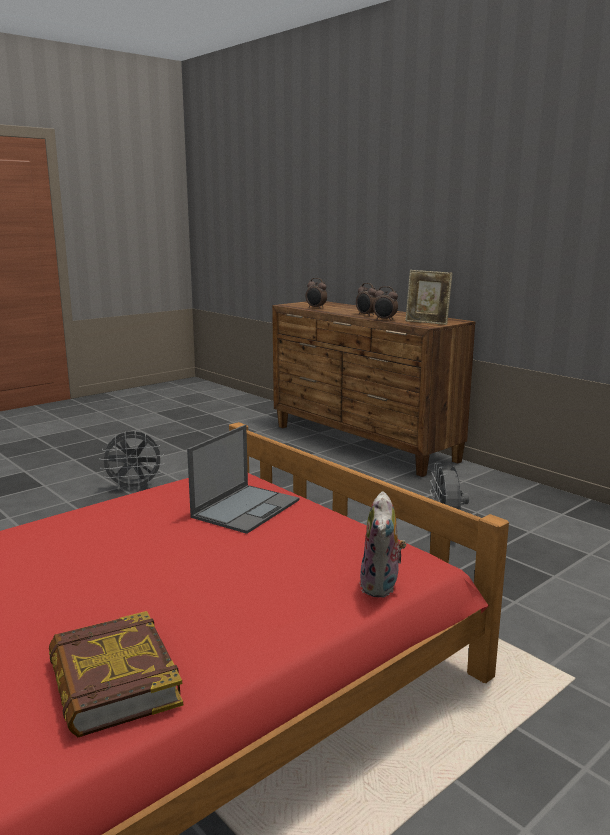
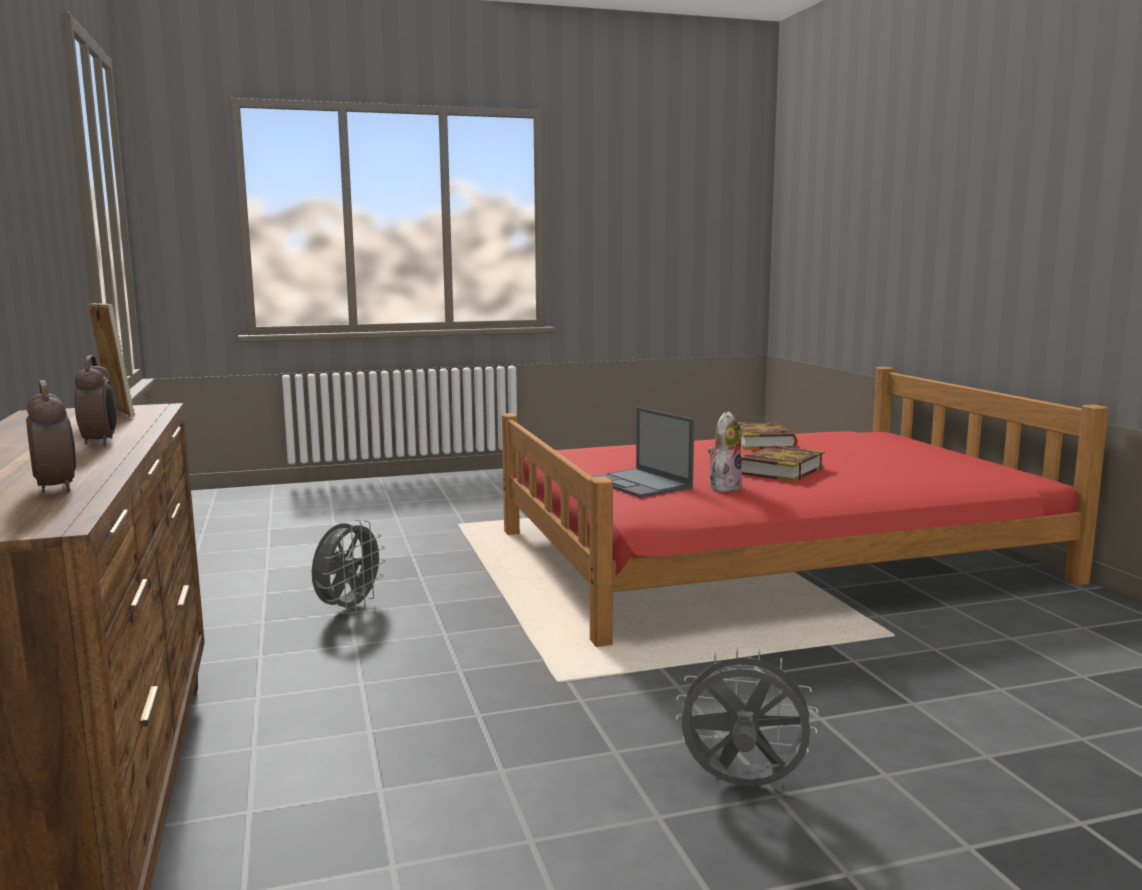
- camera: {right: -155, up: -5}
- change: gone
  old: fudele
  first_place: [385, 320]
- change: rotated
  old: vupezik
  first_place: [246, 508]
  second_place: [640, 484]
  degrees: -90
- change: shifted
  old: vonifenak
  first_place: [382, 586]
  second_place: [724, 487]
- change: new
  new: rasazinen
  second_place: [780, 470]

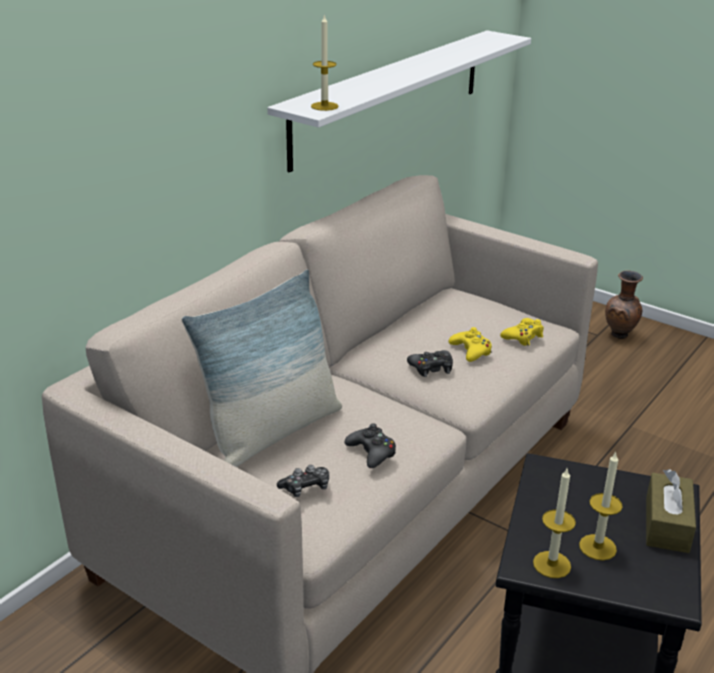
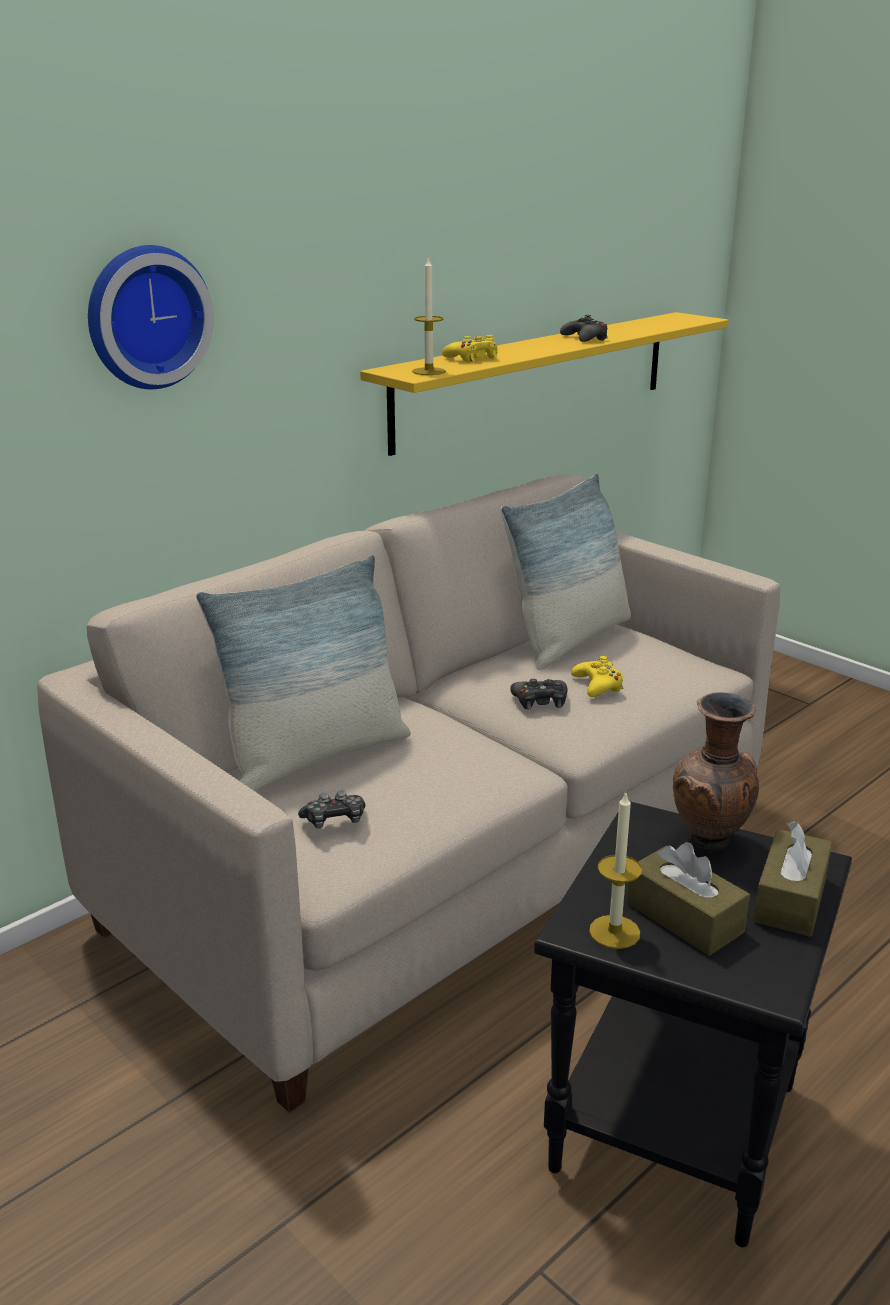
- camera: {right: 10, up: -5}
- change: repainted
  old: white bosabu
  new: yellow bosabu
  first_place: [390, 96]
  second_place: [536, 378]
- change: shifted
  old: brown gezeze
  first_place: [619, 336]
  second_place: [709, 843]
- change: shifted
  old: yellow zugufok
  first_place: [523, 337]
  second_place: [472, 358]
- change: shifted
  old: black zugufok
  first_place: [372, 452]
  second_place: [585, 339]
- change: swapped
  old: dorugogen
  new: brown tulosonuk
  first_place: [597, 547]
  second_place: [684, 917]
- change: new
  new: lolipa
  second_place: [145, 317]
- change: new
  new: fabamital
  second_place: [569, 639]

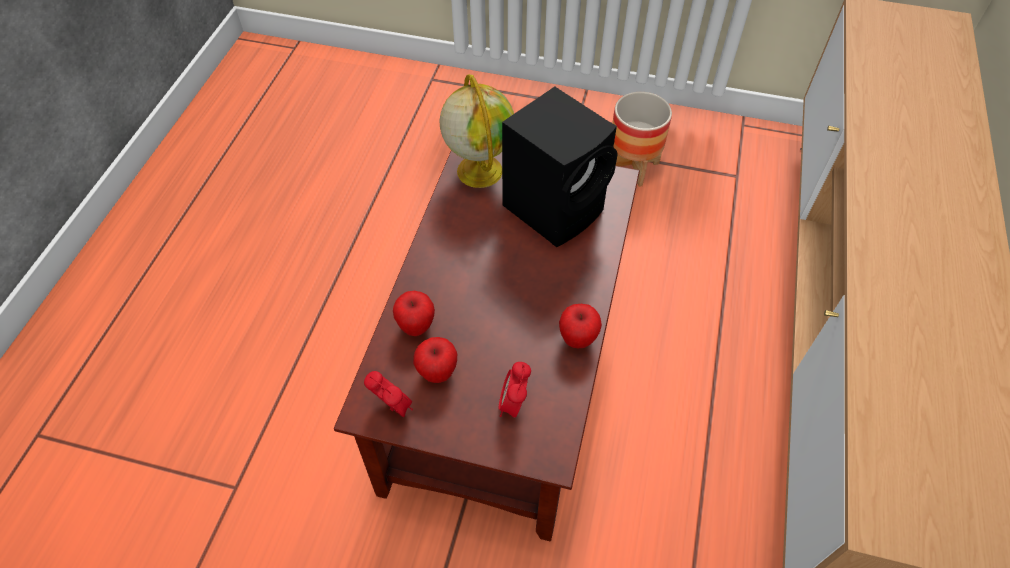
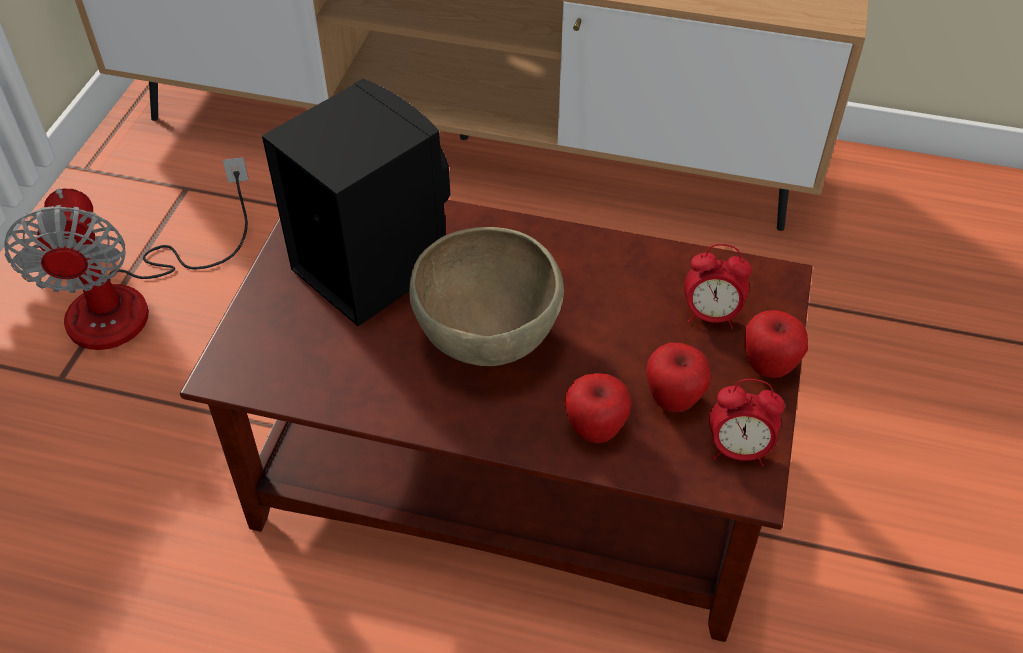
- camera: {right: -90, up: -5}
- change: gone
  old: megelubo
  first_place: [478, 170]
- change: swapped
  old: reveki
  new: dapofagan
  first_place: [632, 166]
  second_place: [134, 300]
- change: shifted
  old: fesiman
  first_place: [577, 339]
  second_place: [768, 366]
- change: rotated
  old: fudele
  first_place: [393, 408]
  second_place: [738, 450]
  degrees: -120
- change: new
  new: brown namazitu
  second_place: [486, 339]

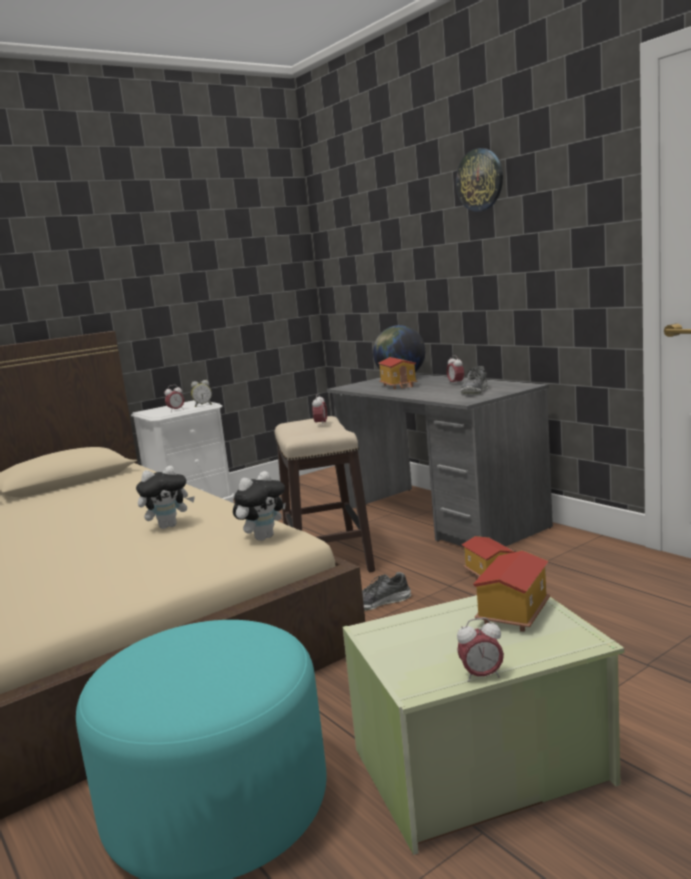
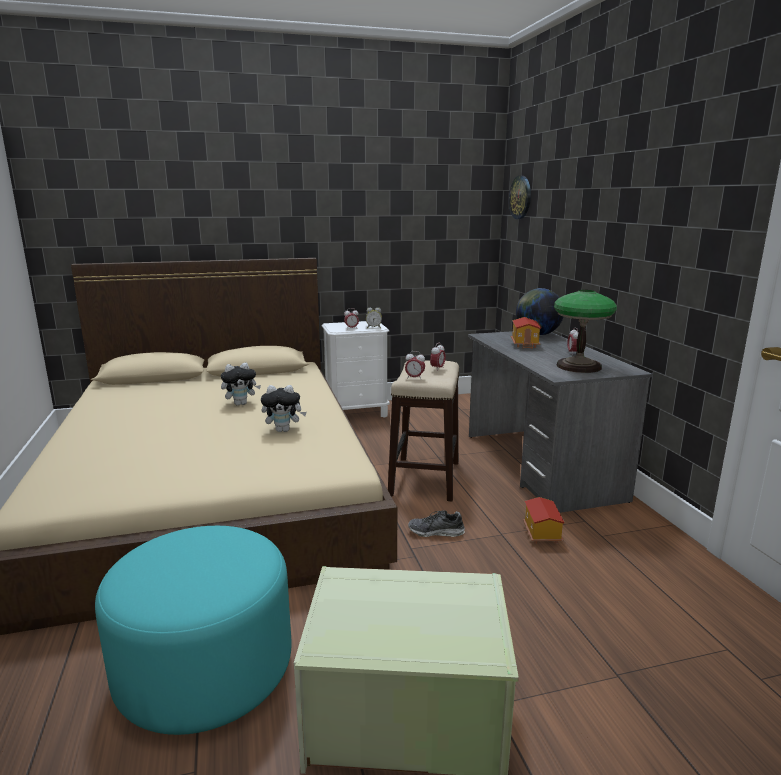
- camera: {right: 20, up: 5}
- change: shifted
  old: lolipa
  first_place: [480, 180]
  second_place: [520, 197]
- change: swapped
  old: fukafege
  new: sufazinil
  first_place: [475, 391]
  second_place: [579, 366]
- change: shifted
  old: vonifenak
  first_place: [263, 537]
  second_place: [241, 404]
- change: gone
  old: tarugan
  first_place: [512, 614]
- change: shifted
  old: fudele
  first_place: [481, 676]
  second_place: [414, 378]

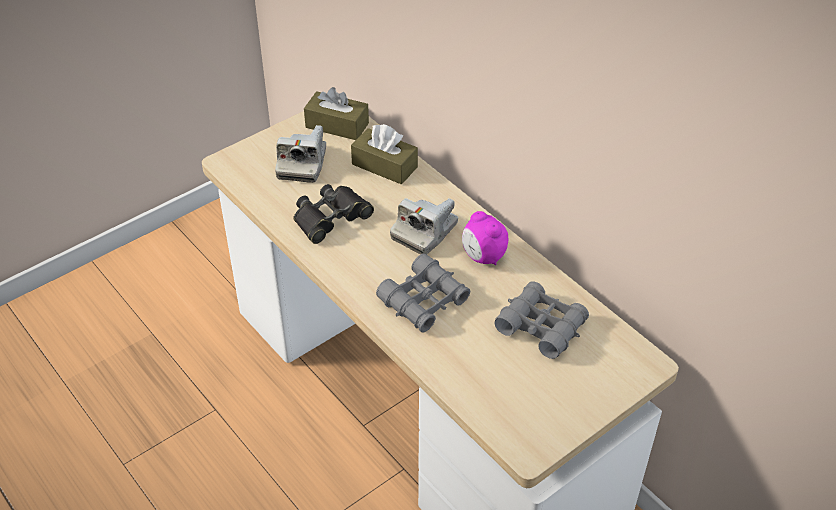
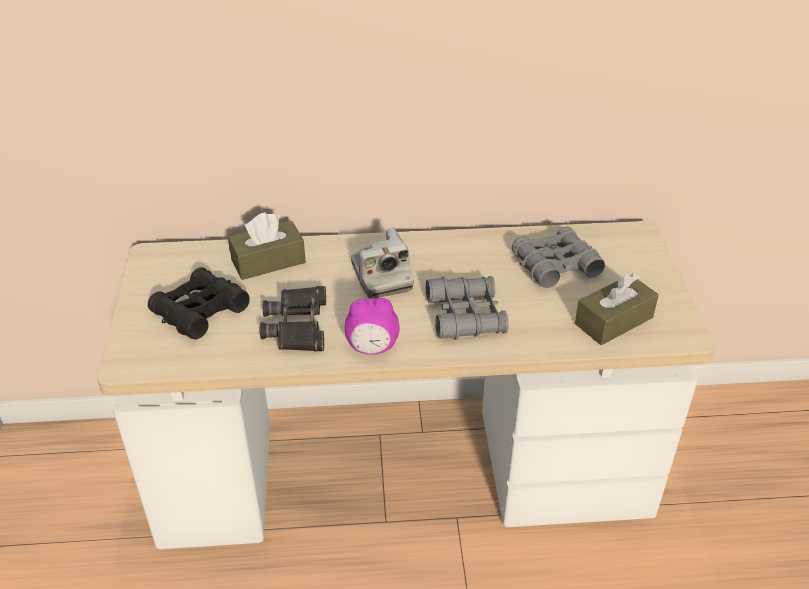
- camera: {right: -55, up: -5}
- change: shifted
  old: brown tulosonuk
  first_place: [337, 125]
  second_place: [613, 321]
- change: swapped
  old: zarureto
  new: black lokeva
  first_place: [302, 164]
  second_place: [200, 311]
- change: shifted
  old: fudele
  first_place: [483, 257]
  second_place: [372, 348]

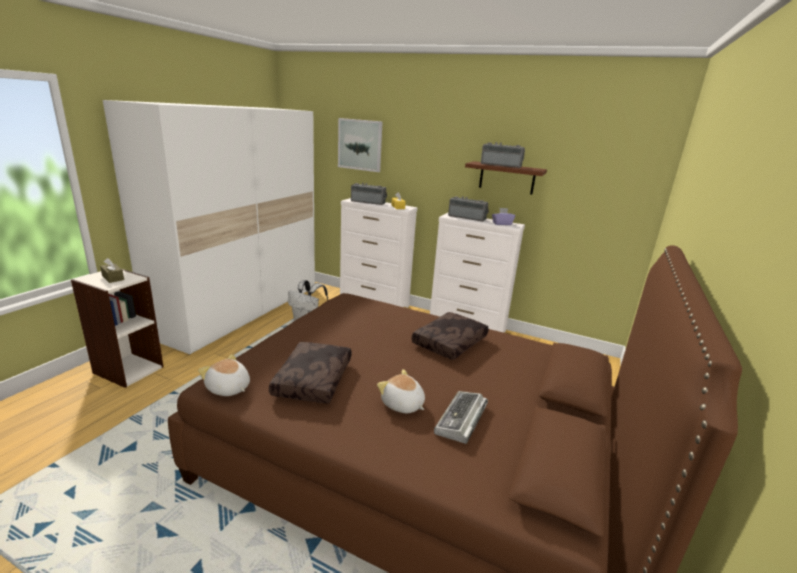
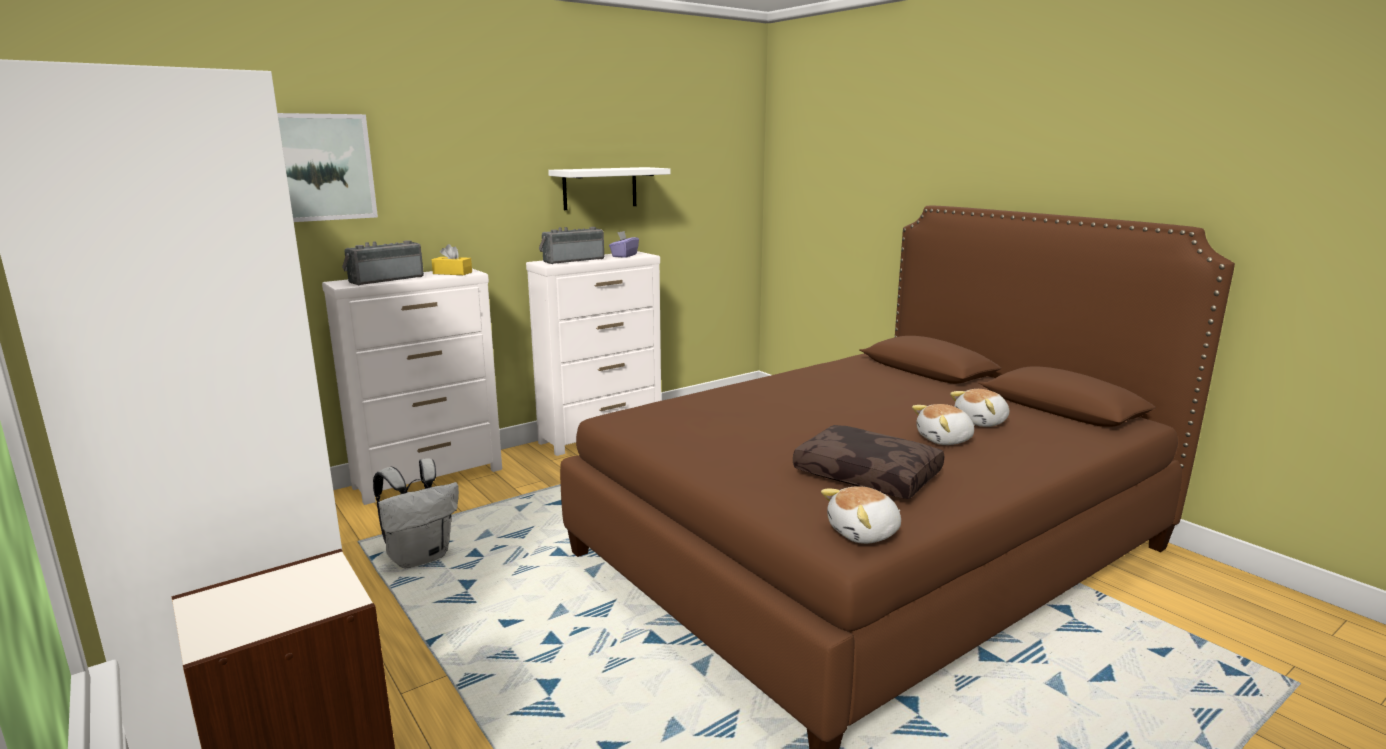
- camera: {right: -60, up: -5}
- change: gone
  old: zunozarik
  first_place: [501, 165]
- change: repainted
  old: brown bosabu
  new: white bosabu
  first_place: [507, 178]
  second_place: [600, 188]
- change: gone
  old: brown tulosonuk
  first_place: [113, 277]
- change: gone
  old: brown fabamital
  first_place: [450, 343]
- change: swapped
  old: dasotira
  new: vonifenak
  first_place: [461, 420]
  second_place: [982, 422]

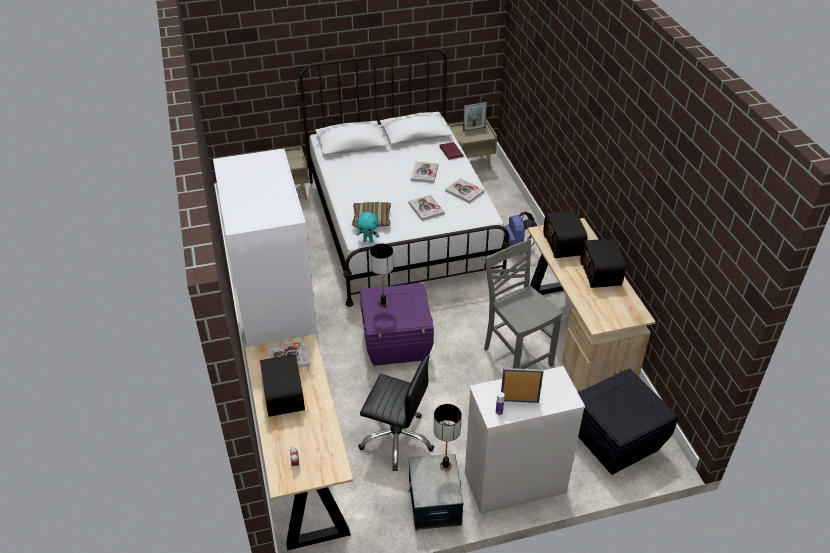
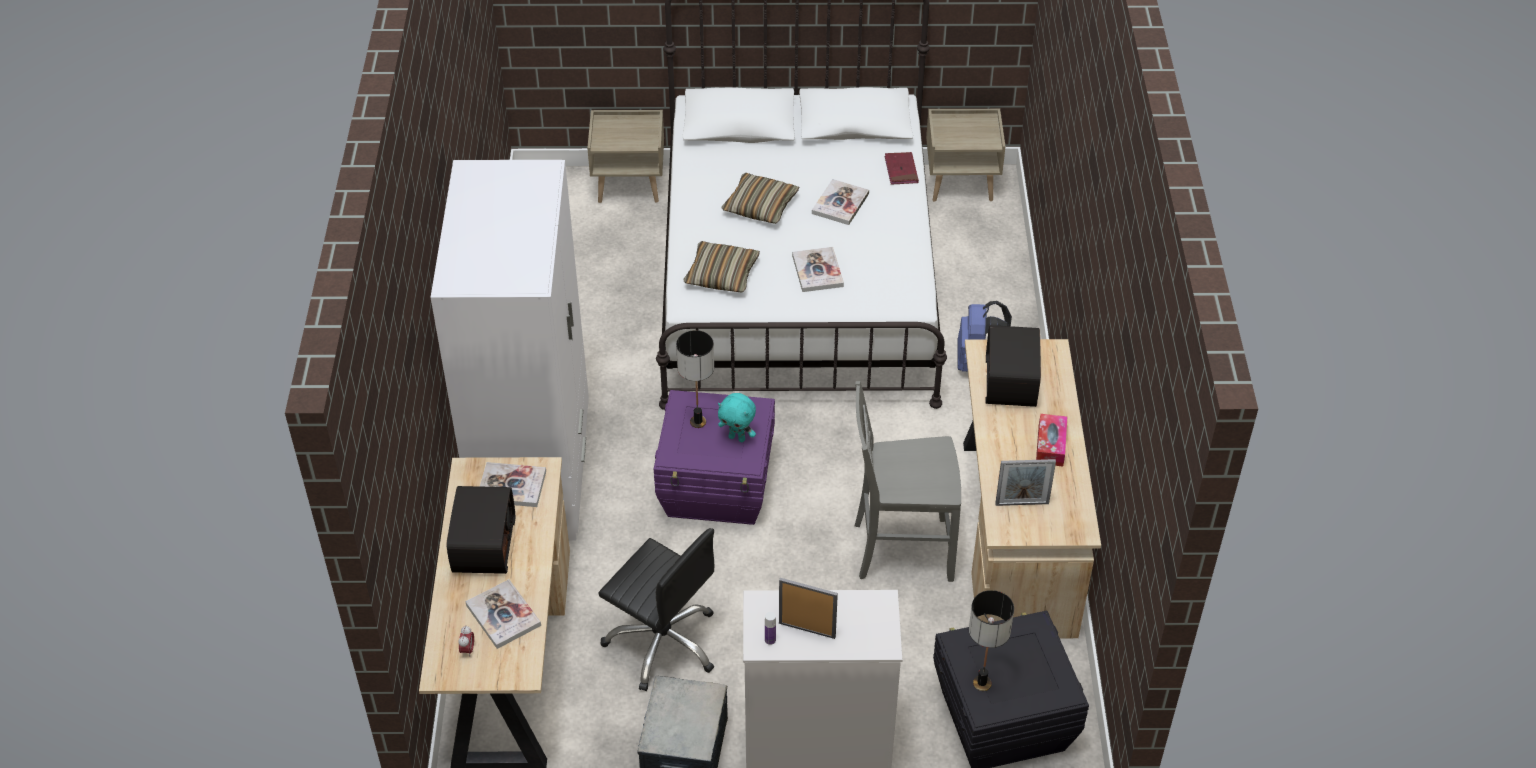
- camera: {right: 15, up: 5}
- change: shifted
  old: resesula
  first_place: [474, 129]
  second_place: [1022, 503]
- change: shifted
  old: rasazinen
  first_place: [464, 191]
  second_place: [503, 615]
- change: shifted
  old: turquoise vonifenak
  first_place: [368, 241]
  second_place: [737, 438]
- change: rotated
  old: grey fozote
  first_place: [516, 357]
  second_place: [900, 549]
  degrees: -75
- change: swapped
  old: zunozarik
  new: tulosonuk
  first_place: [601, 273]
  second_place: [1050, 445]
- change: shifted
  old: sufazinil
  first_place: [445, 466]
  second_place: [982, 683]
- change: new
  new: fabamital
  second_place: [760, 206]

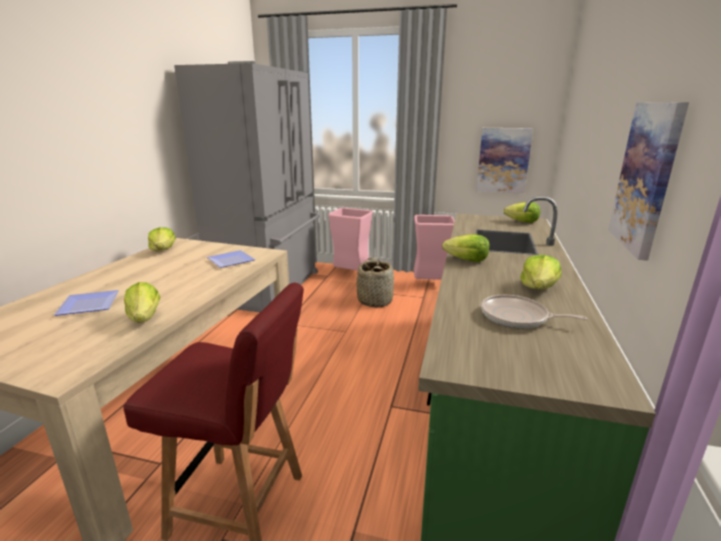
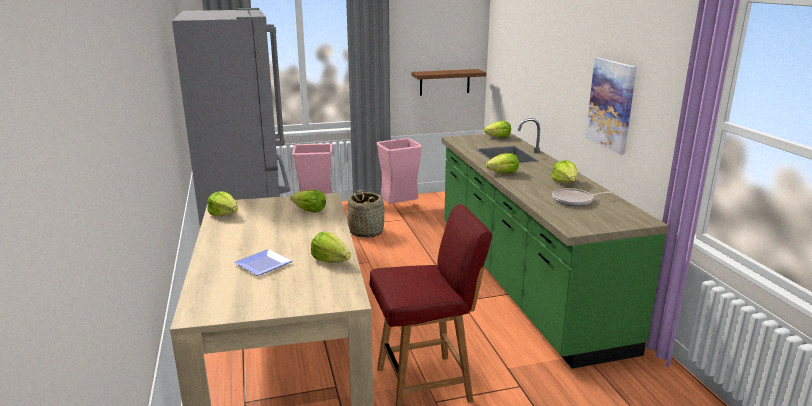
- camera: {right: -30, up: 0}
- change: swapped
  old: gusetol
  new: brown bosabu
  first_place: [503, 160]
  second_place: [444, 82]
- change: swapped
  old: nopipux
  new: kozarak
  first_place: [230, 261]
  second_place: [309, 210]

